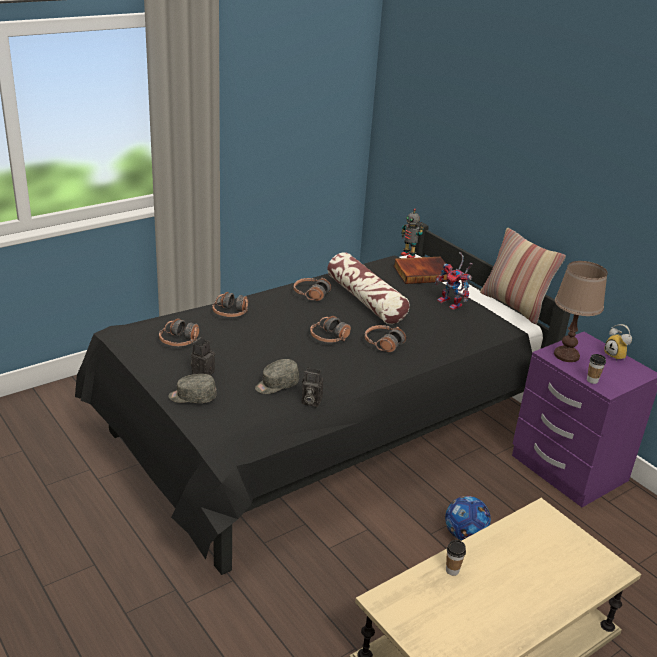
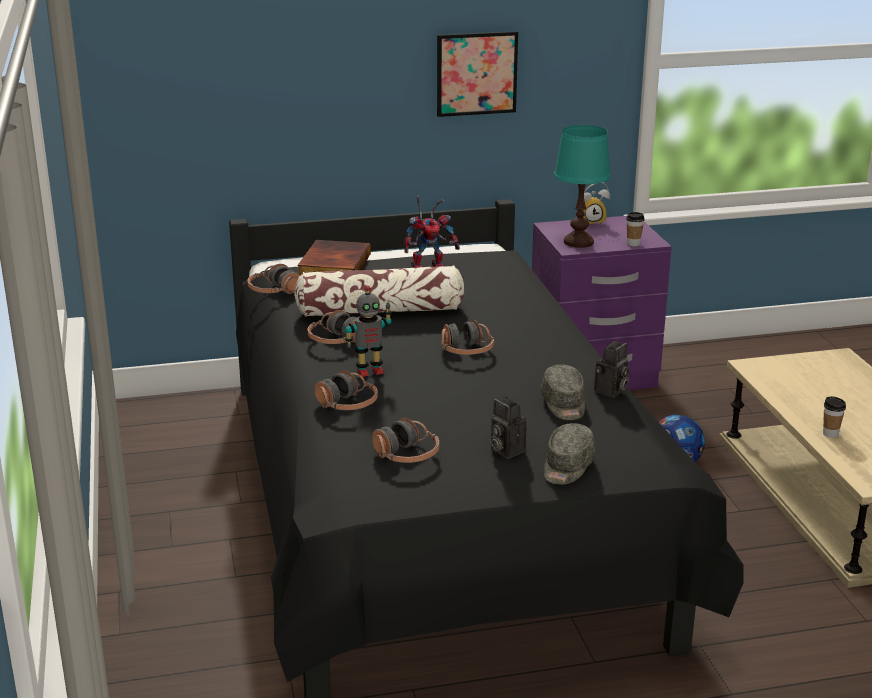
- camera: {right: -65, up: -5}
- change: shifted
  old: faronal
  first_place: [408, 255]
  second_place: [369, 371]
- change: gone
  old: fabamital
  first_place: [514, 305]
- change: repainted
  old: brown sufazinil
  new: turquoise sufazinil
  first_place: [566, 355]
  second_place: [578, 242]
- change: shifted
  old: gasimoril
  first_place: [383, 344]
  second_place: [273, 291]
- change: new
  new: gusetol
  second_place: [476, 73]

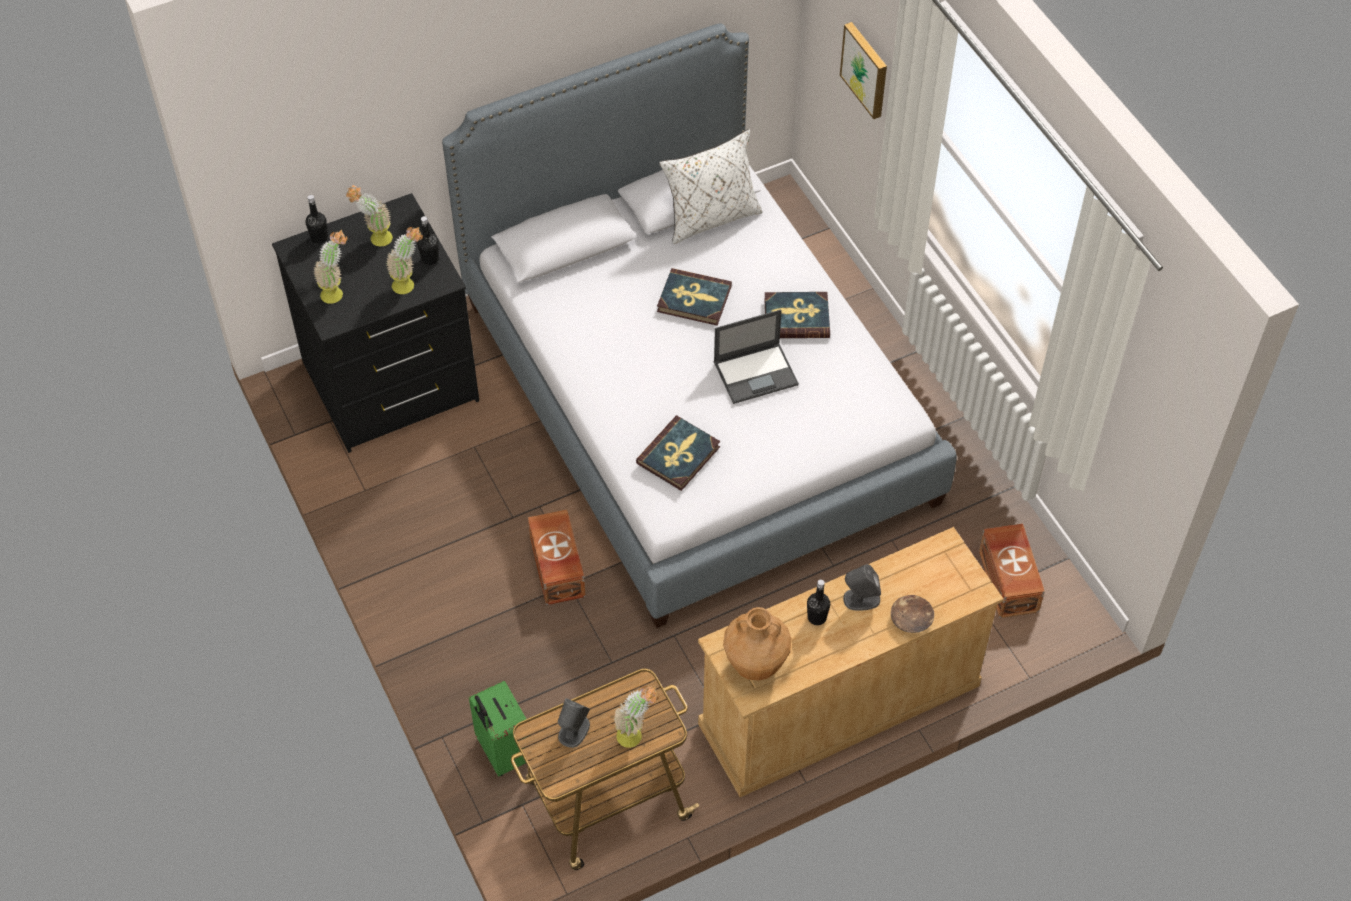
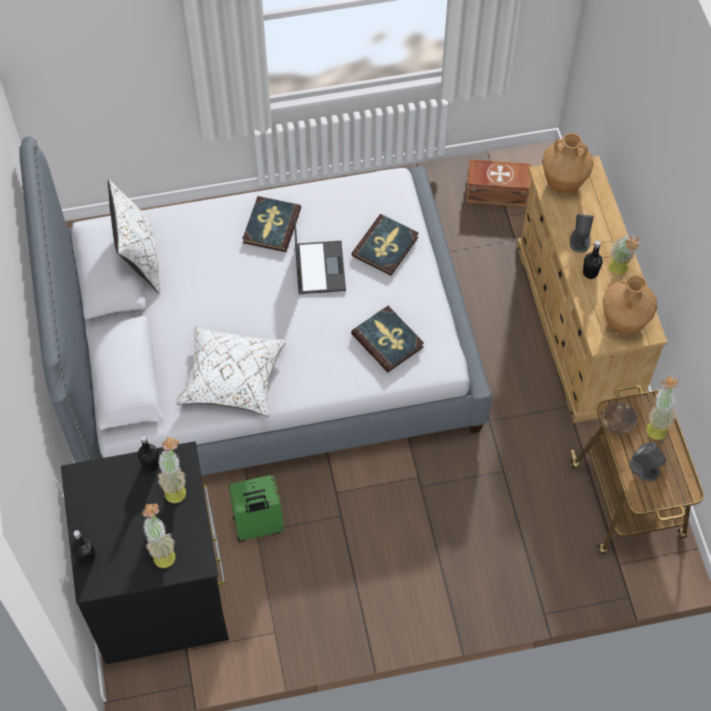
- camera: {right: -75, up: 5}
- change: gone
  old: gusetol
  first_place: [866, 69]
- change: shifted
  old: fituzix
  first_place: [375, 240]
  second_place: [619, 271]
- change: shifted
  old: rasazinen
  first_place: [694, 299]
  second_place: [385, 246]
- change: gone
  old: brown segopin
  first_place: [556, 569]
- change: shifted
  old: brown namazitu
  first_place: [911, 618]
  second_place: [617, 421]
- change: shifted
  old: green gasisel
  first_place: [502, 752]
  second_place: [258, 526]
- change: new
  new: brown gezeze
  second_place: [563, 183]
- change: new
  new: white fabamital
  second_place: [232, 379]

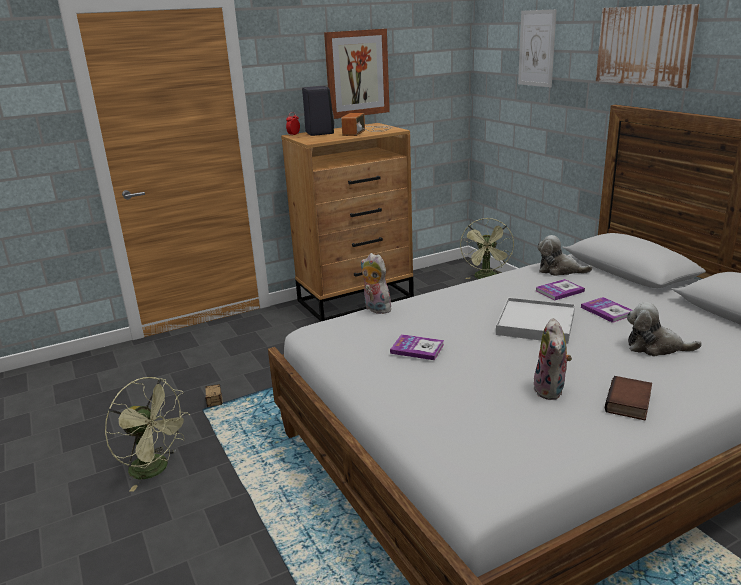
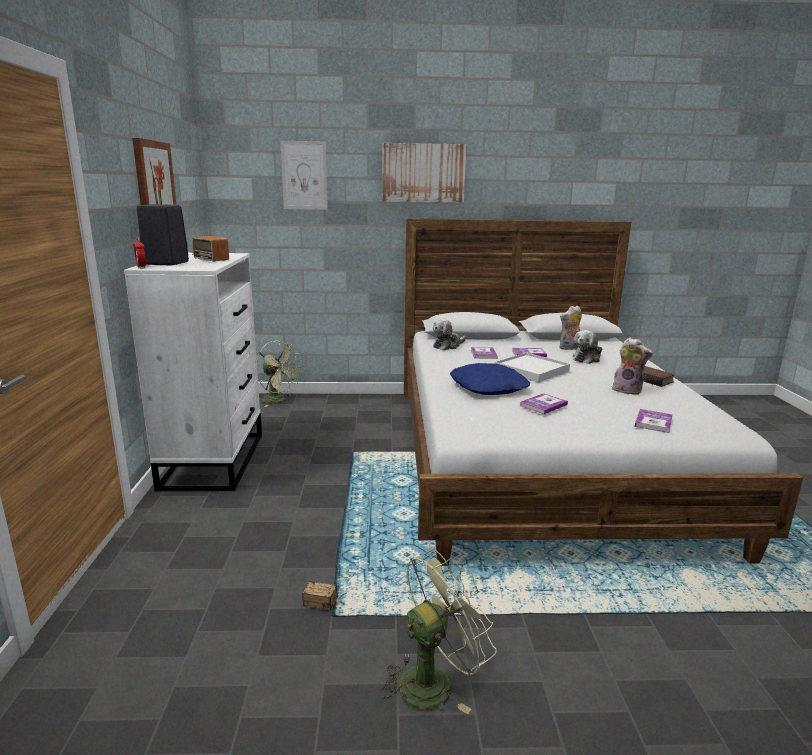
- camera: {right: -65, up: -5}
- change: repainted
  old: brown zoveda
  new: white zoveda
  first_place: [356, 299]
  second_place: [214, 460]
- change: shifted
  old: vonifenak
  first_place: [375, 309]
  second_place: [569, 348]
- change: new
  new: blue fabamital
  second_place: [489, 387]
- change: new
  new: rasazinen
  second_place: [653, 422]

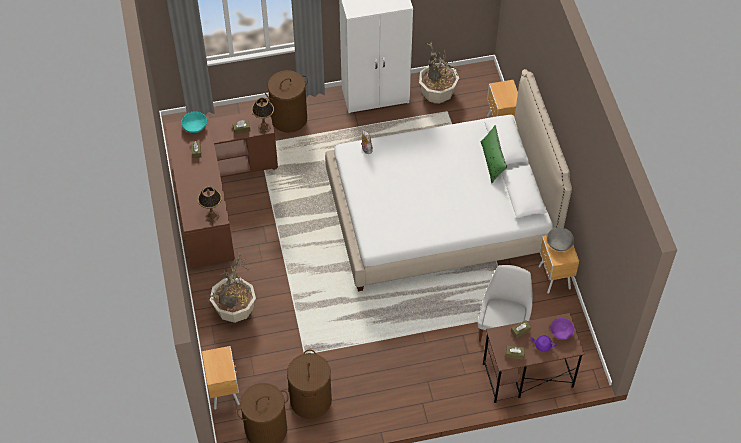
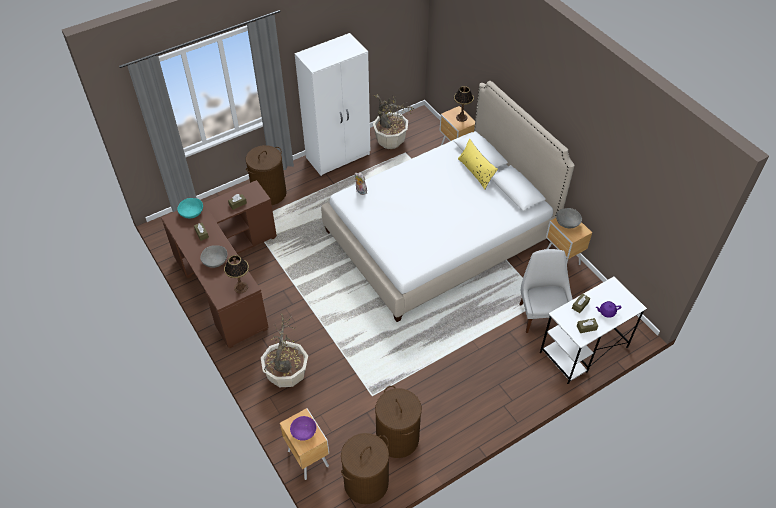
- camera: {right: -20, up: -5}
- change: shifted
  old: sufazinil
  first_place: [264, 127]
  second_place: [461, 117]
- change: repainted
  old: green fabamital
  new: yellow fabamital
  first_place: [492, 161]
  second_place: [476, 171]
- change: repainted
  old: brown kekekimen
  new: white kekekimen
  first_place: [527, 376]
  second_place: [583, 350]
- change: shifted
  old: purple namazitu
  first_place: [561, 333]
  second_place: [304, 432]
- change: new
  new: grey namazitu
  second_place: [215, 261]

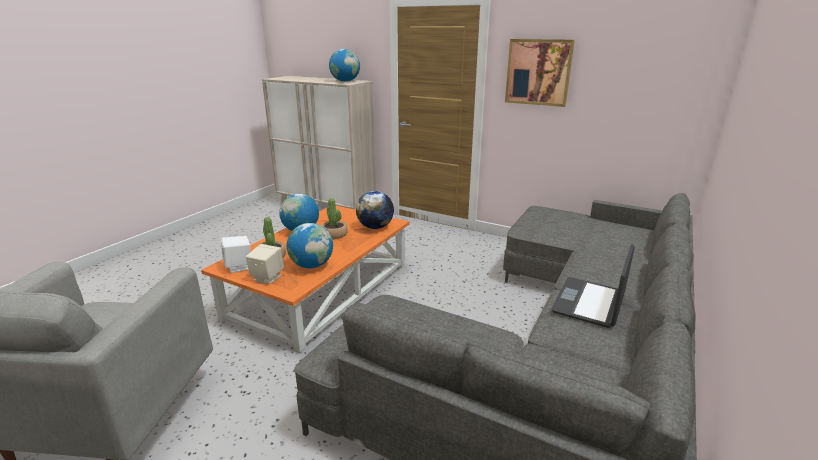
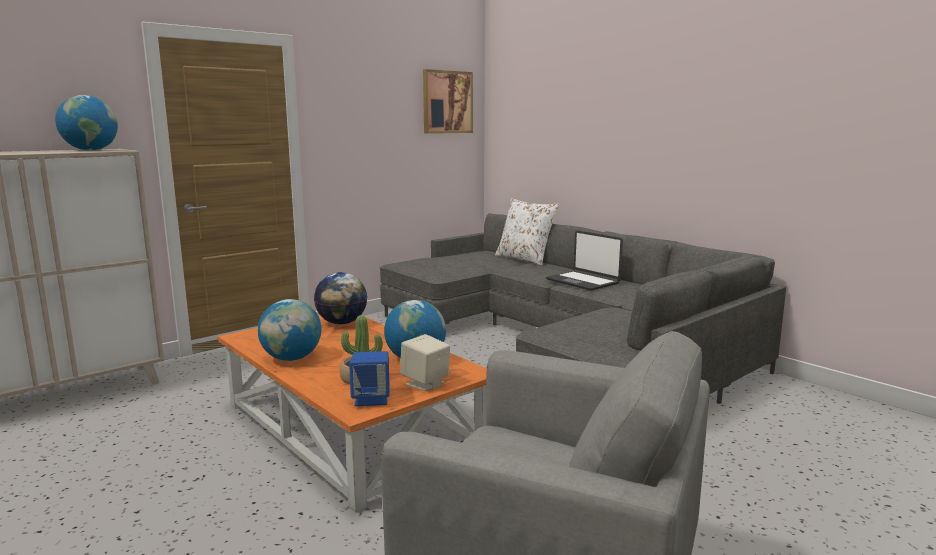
- camera: {right: -70, up: -10}
- change: shifted
  old: gusetol
  first_place: [538, 72]
  second_place: [447, 102]
- change: gone
  old: fituzix
  first_place: [335, 234]
- change: repainted
  old: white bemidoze
  new: blue bemidoze
  first_place: [239, 266]
  second_place: [371, 399]
- change: new
  new: white fabamital
  second_place: [525, 259]

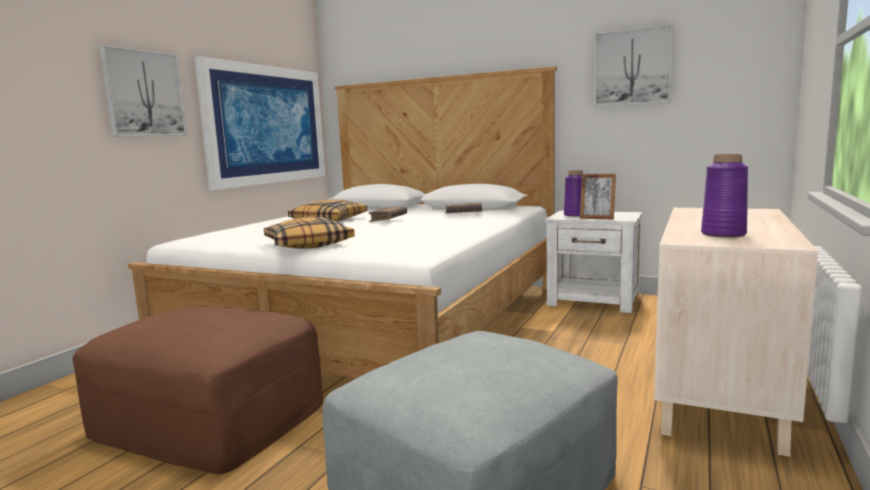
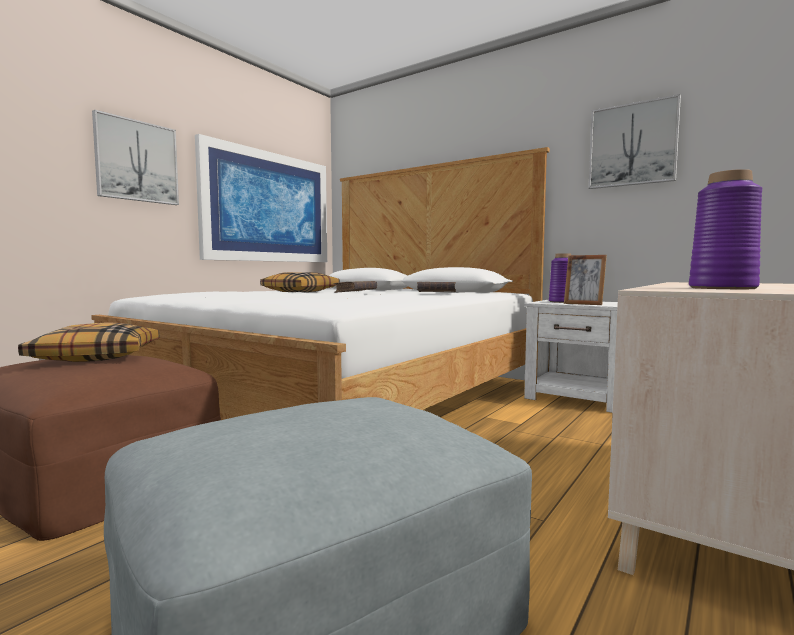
- camera: {right: 10, up: -5}
- change: shifted
  old: fabamital
  first_place: [309, 244]
  second_place: [97, 356]

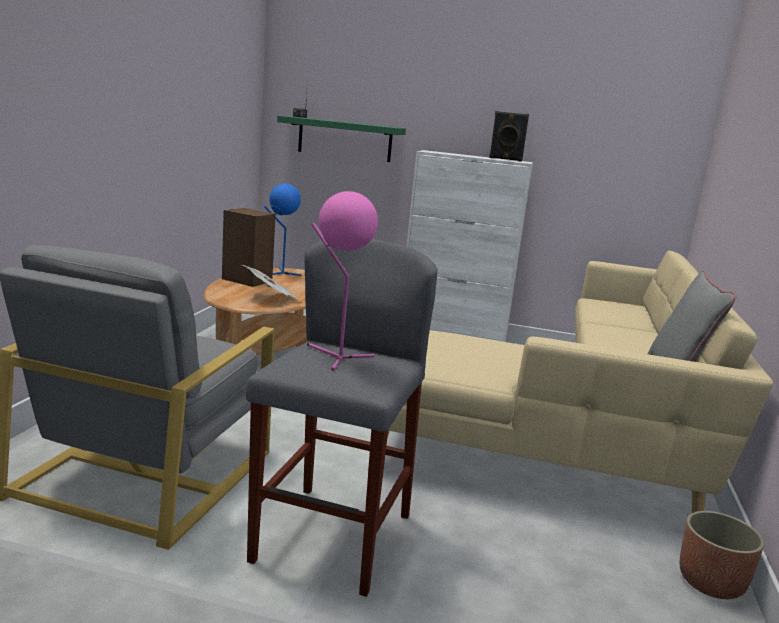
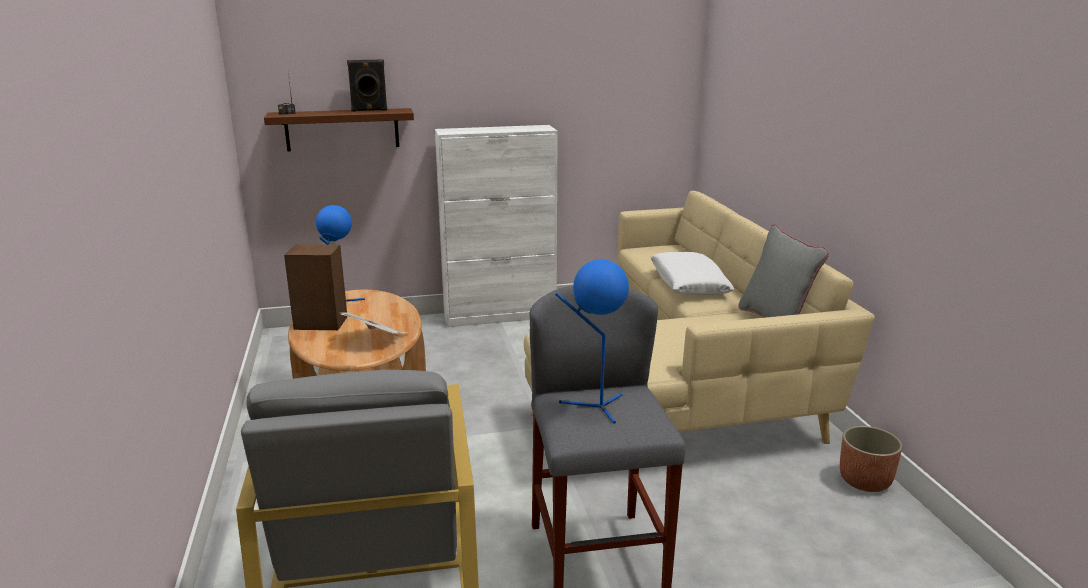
- camera: {right: -25, up: 5}
- change: shifted
  old: black bemidoze
  first_place: [505, 159]
  second_place: [369, 110]
- change: repainted
  old: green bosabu
  new: brown bosabu
  first_place: [345, 139]
  second_place: [342, 129]
- change: repainted
  old: pink sufazinil
  new: blue sufazinil
  first_place: [335, 356]
  second_place: [595, 407]
- change: new
  new: white fabamital
  second_place: [688, 284]

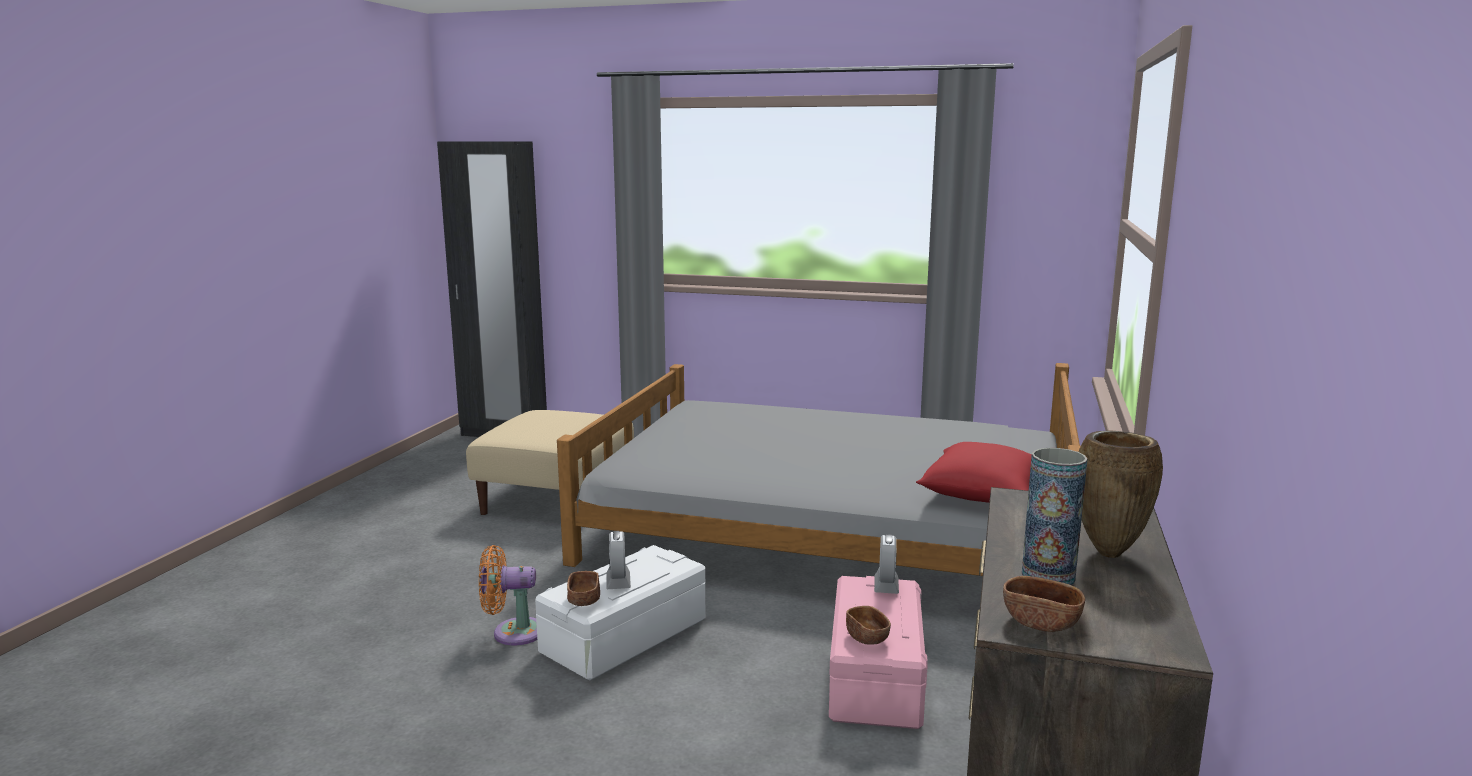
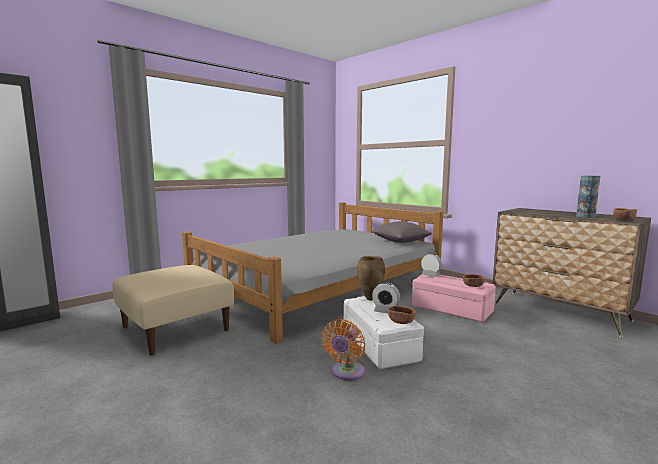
- camera: {right: -60, up: -5}
- change: shifted
  old: brown gezeze
  first_place: [1108, 553]
  second_place: [369, 299]
- change: repainted
  old: red fabamital
  new: grey fabamital
  first_place: [982, 495]
  second_place: [400, 241]

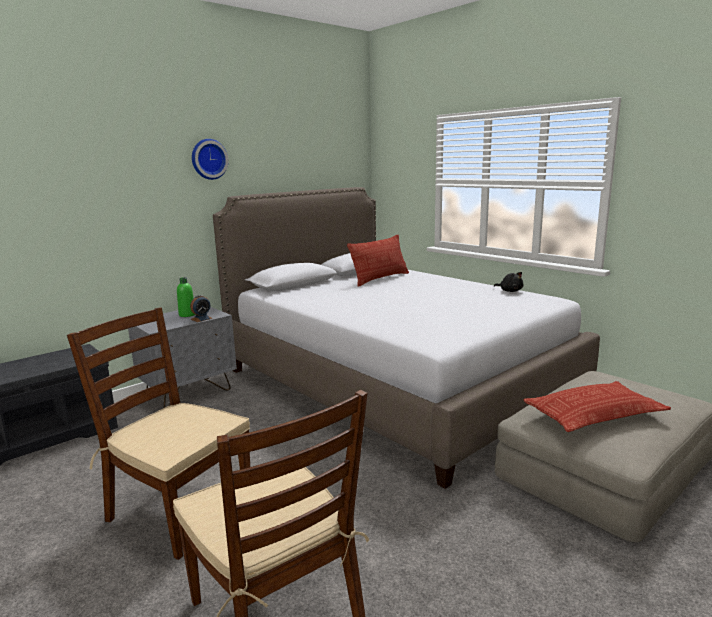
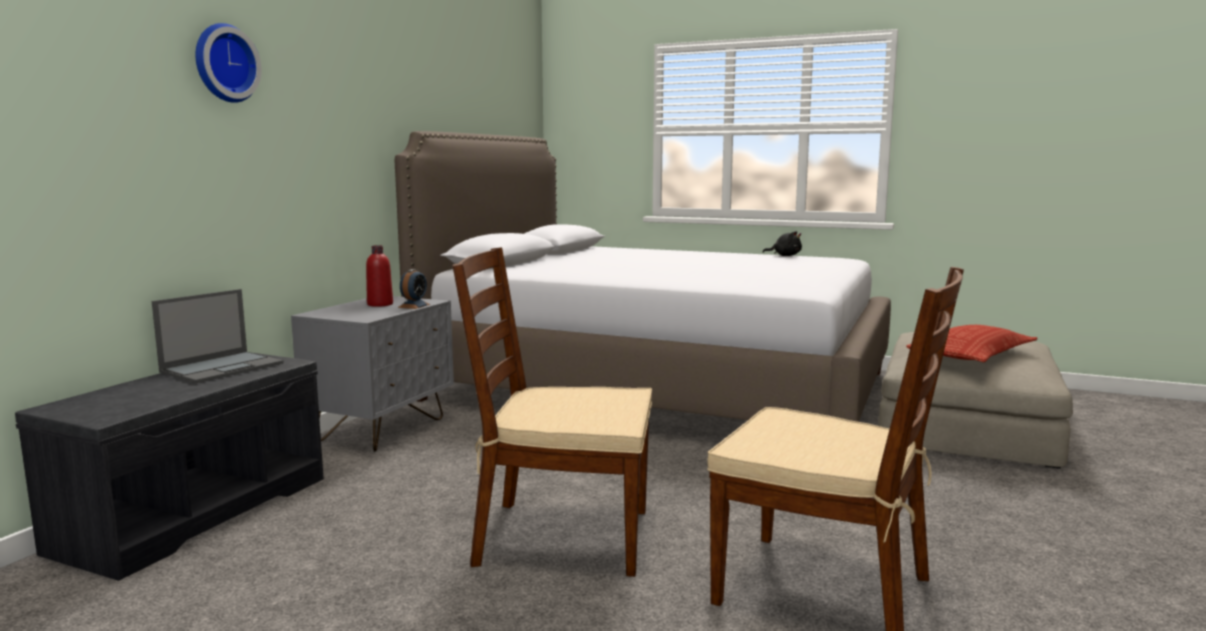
- camera: {right: -25, up: -5}
- change: shifted
  old: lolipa
  first_place: [208, 159]
  second_place: [223, 63]
- change: gone
  old: fabamital
  first_place: [380, 279]
- change: repainted
  old: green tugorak
  new: red tugorak
  first_place: [187, 315]
  second_place: [380, 304]
- change: new
  new: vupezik
  second_place: [223, 367]

